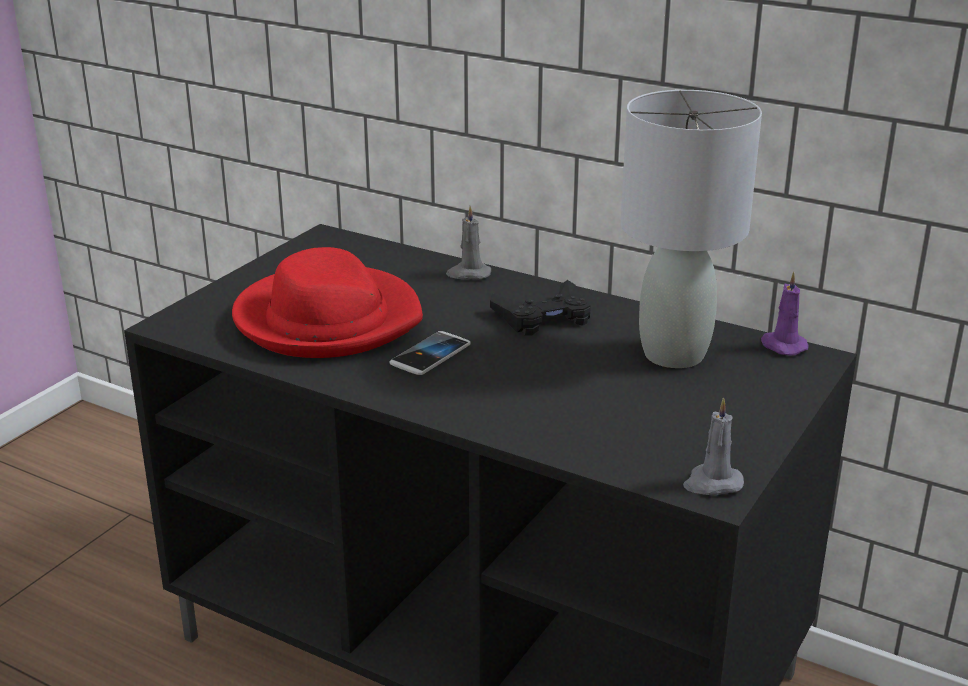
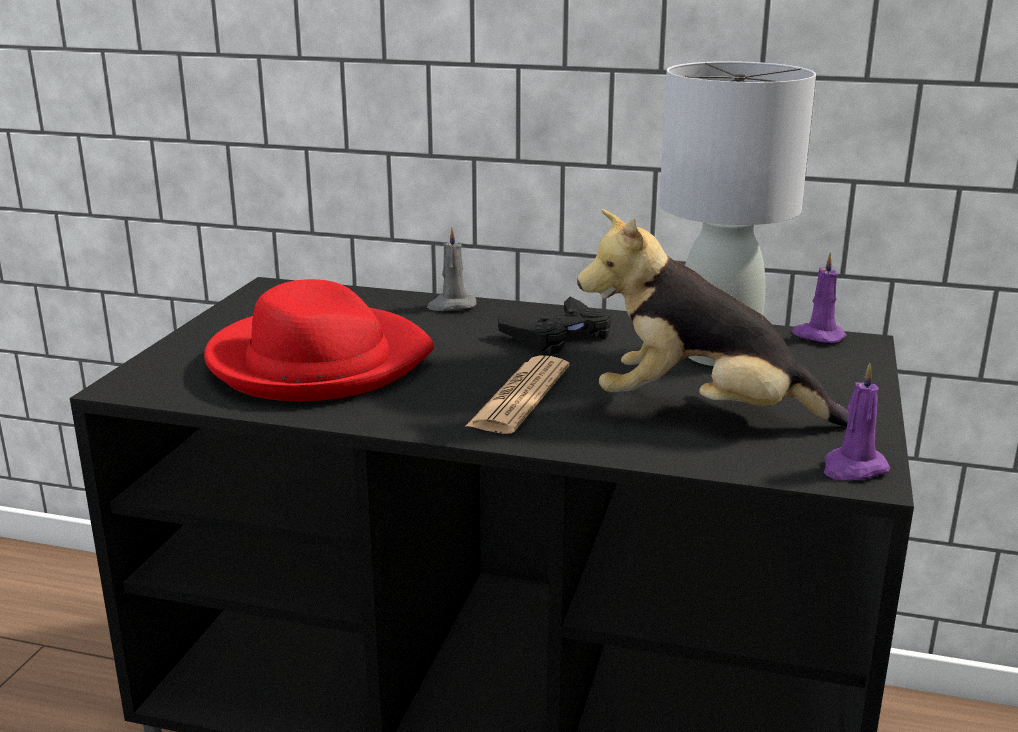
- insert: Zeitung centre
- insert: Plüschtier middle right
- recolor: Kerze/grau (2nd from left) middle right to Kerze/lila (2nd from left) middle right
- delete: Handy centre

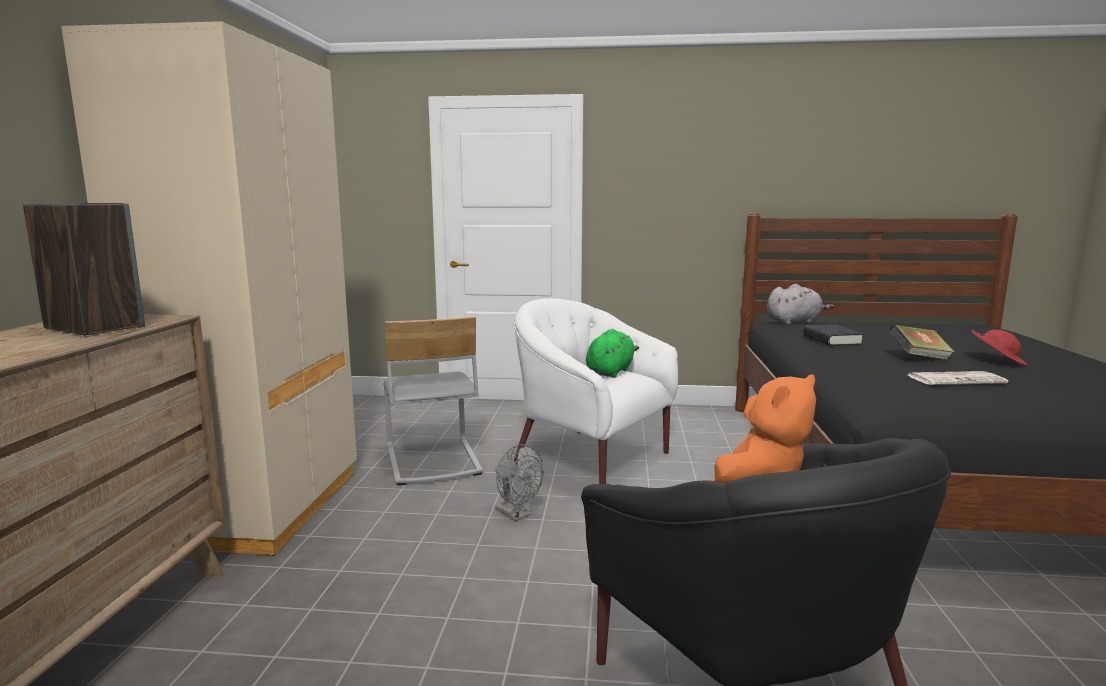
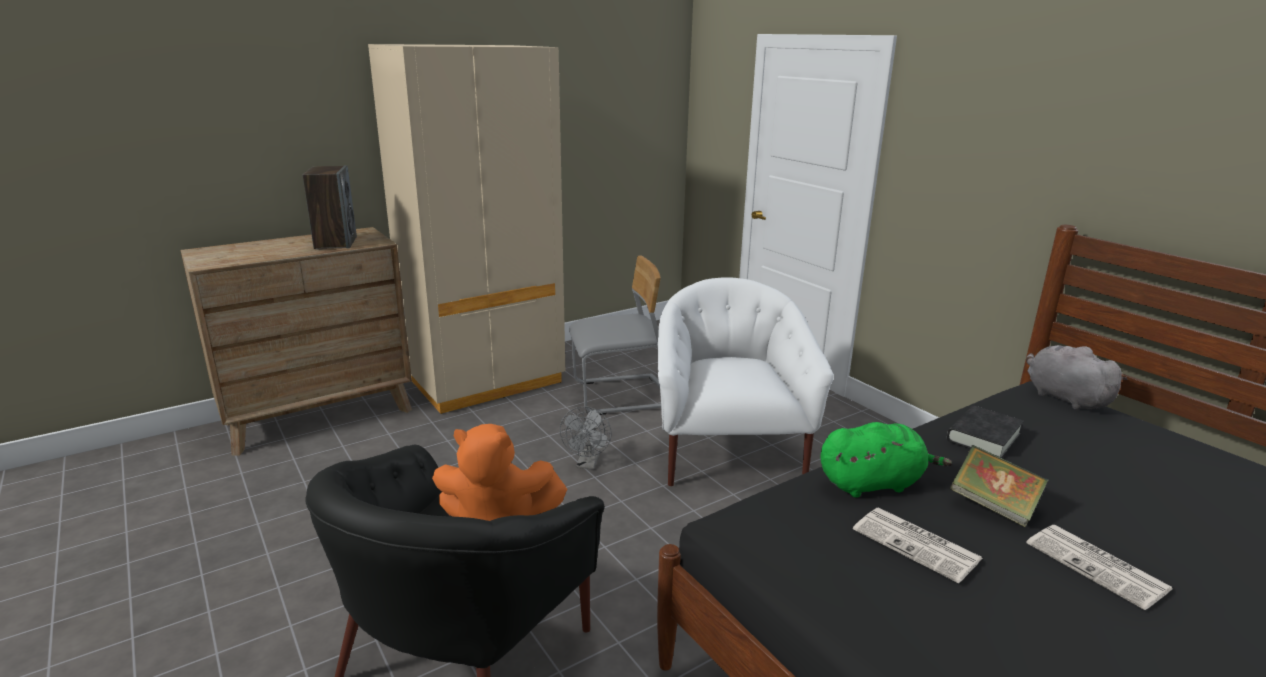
- rotate: Stuhl/grau centre = centre 135 degrees counterclockwise
- move: Plüschtier/grün centre to bottom right
- rotate: Plüschtier/grau middle right = middle right 150 degrees counterclockwise
- replace: Hut/rot middle right to Zeitung (2nd from left) bottom right

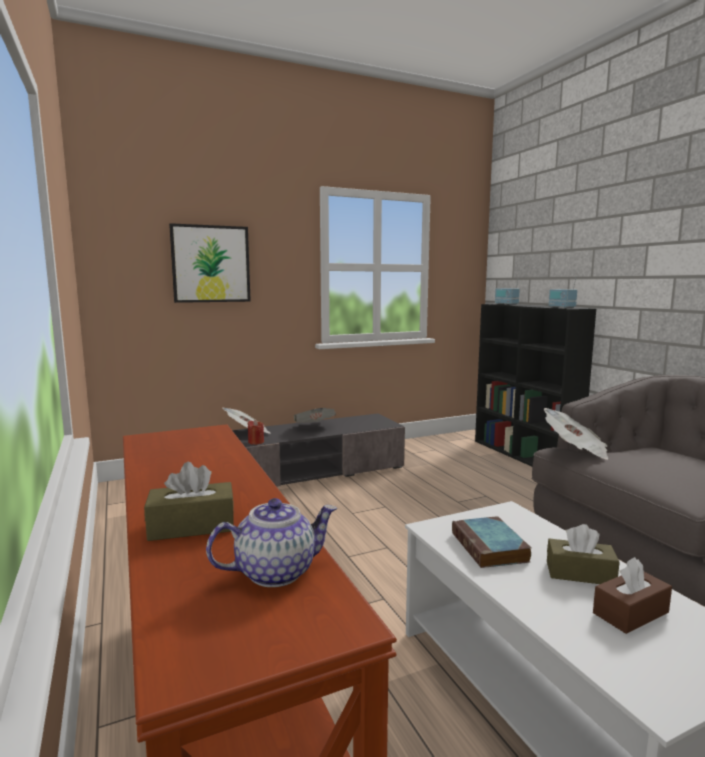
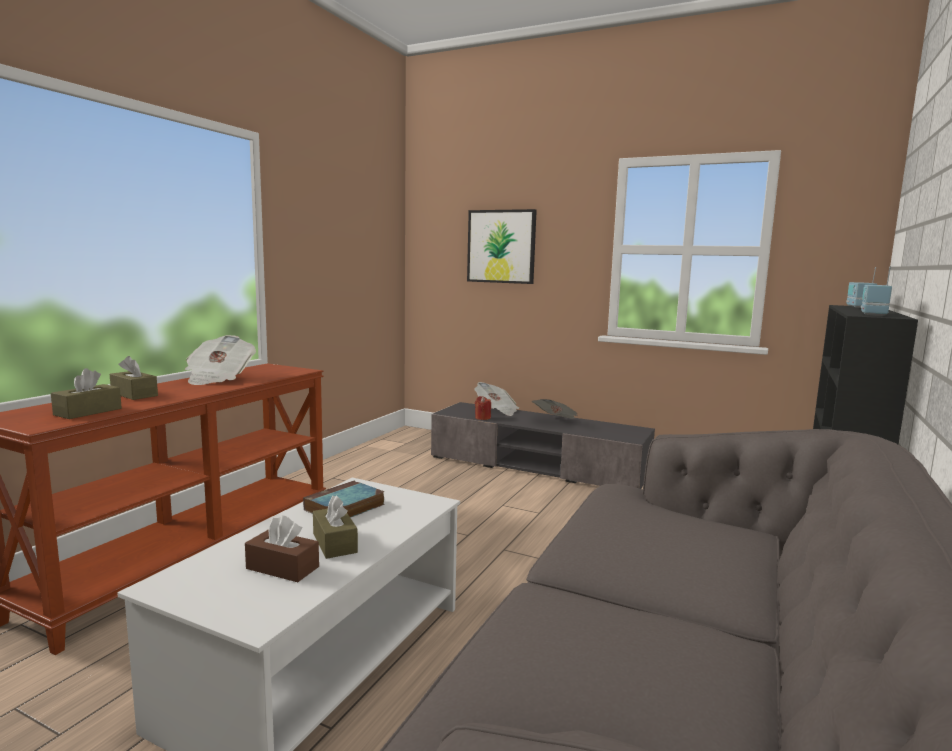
- replace: Teekanne bottom centre to Taschentuchbox/braun (1st from left) middle left
- move: Zeitung (3rd from left in the first image) middle right to Zeitung (1st from left) middle left

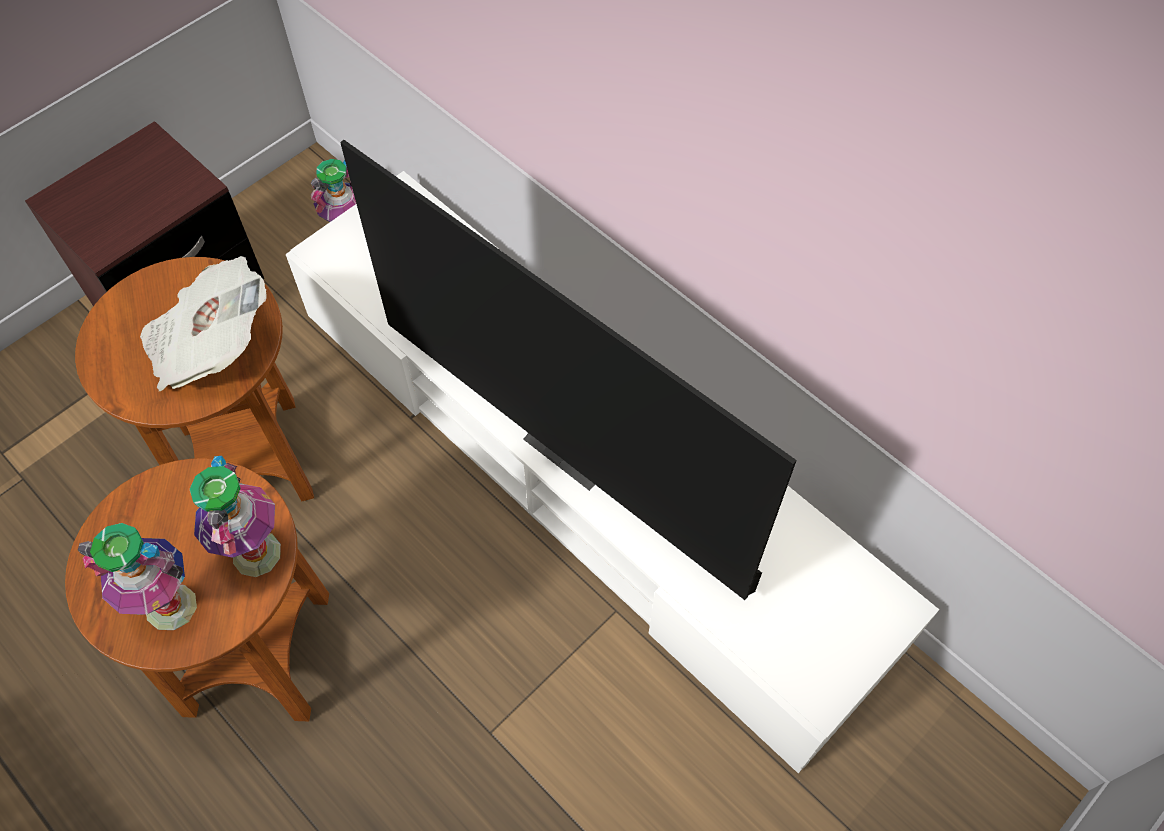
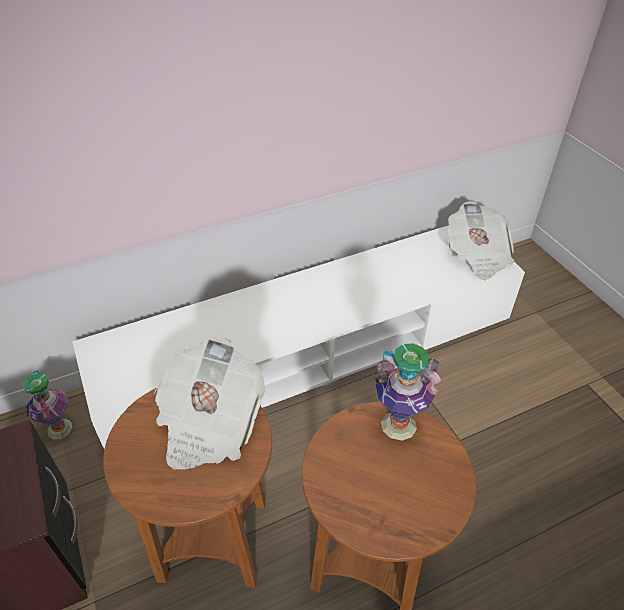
- insert: Zeitung (2nd from left) middle right
- delete: Vase (1st from left) bottom left
- delete: Fernseher centre

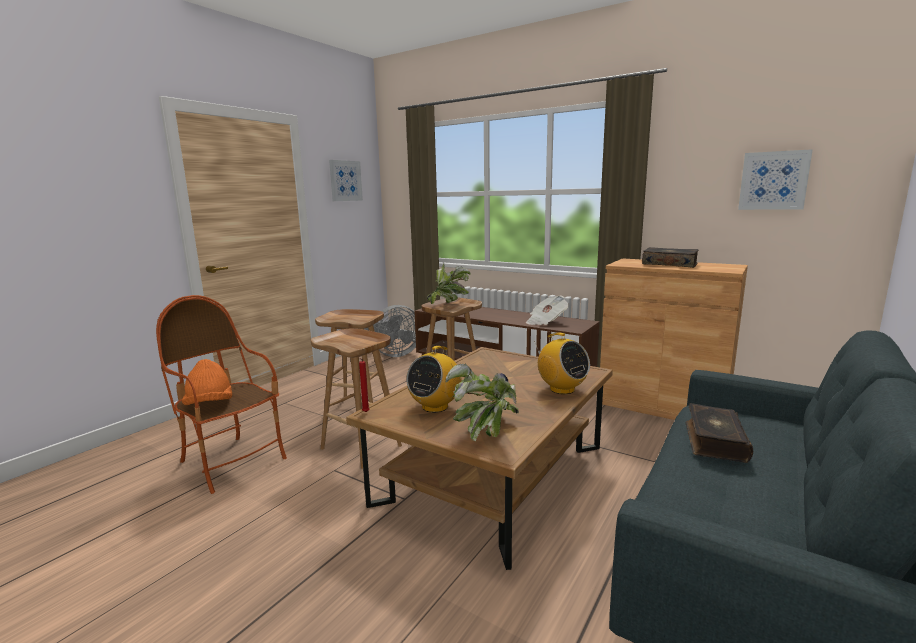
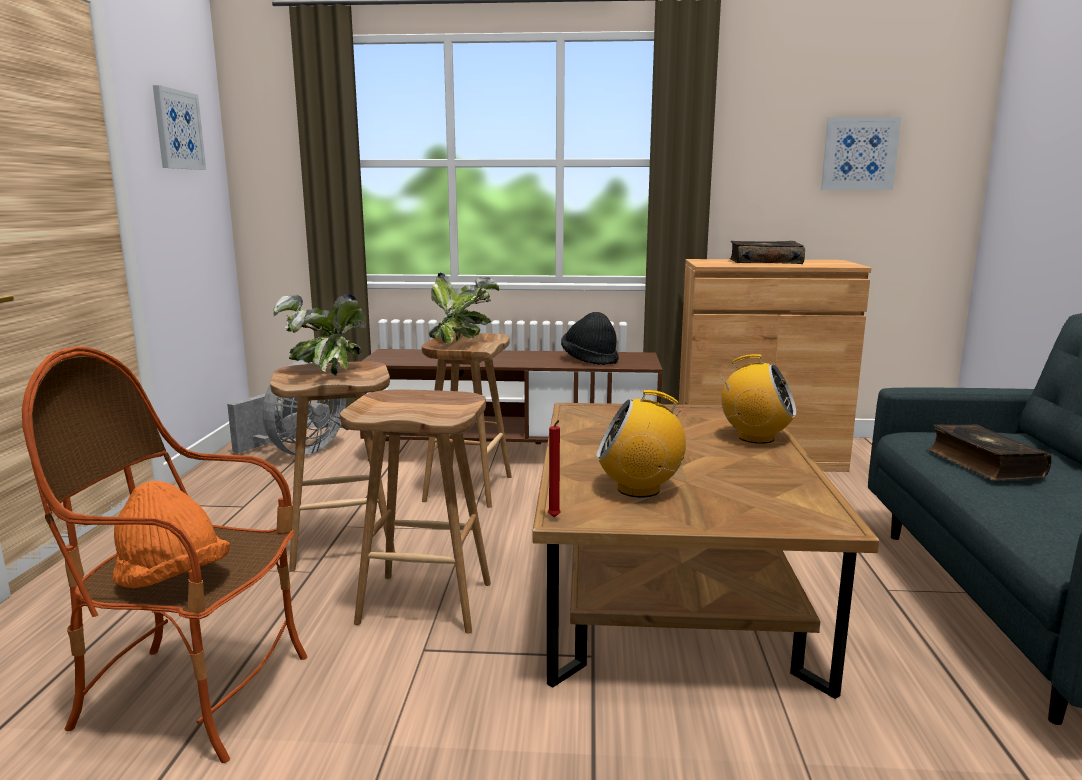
- move: Topfpflanze (2nd from left in the first image) centre to Topfpflanze (1st from left) middle left
- replace: Zeitung centre to Hut/schwarz centre
- rotate: Radio (1st from left) centre = centre 90 degrees clockwise

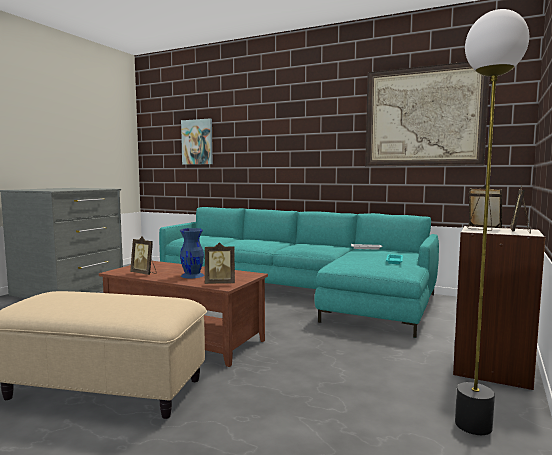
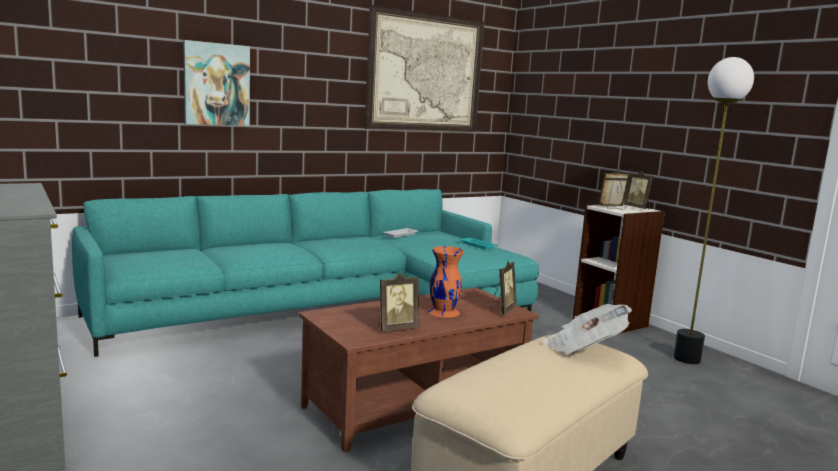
- move: Bild (1st from left) top centre to top left
- recolor: Vase/blau centre to Vase/orange centre
- insert: Zeitung bottom right

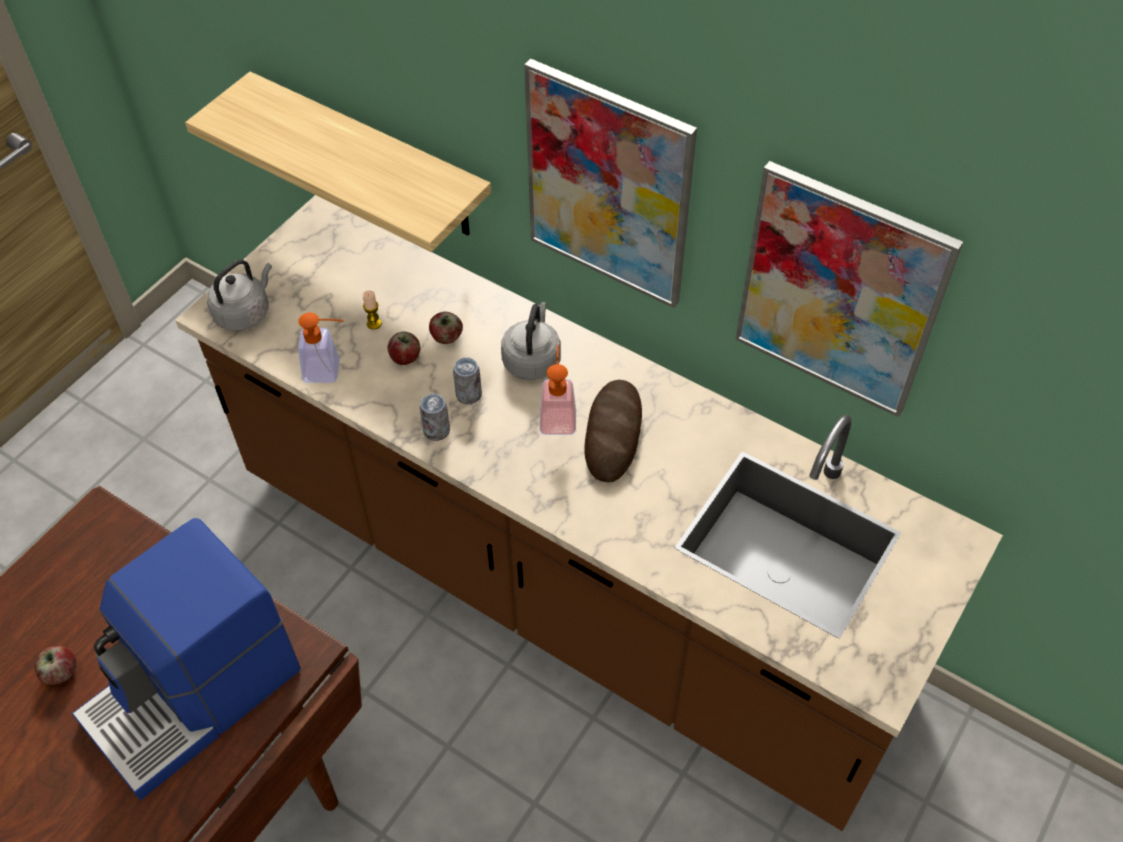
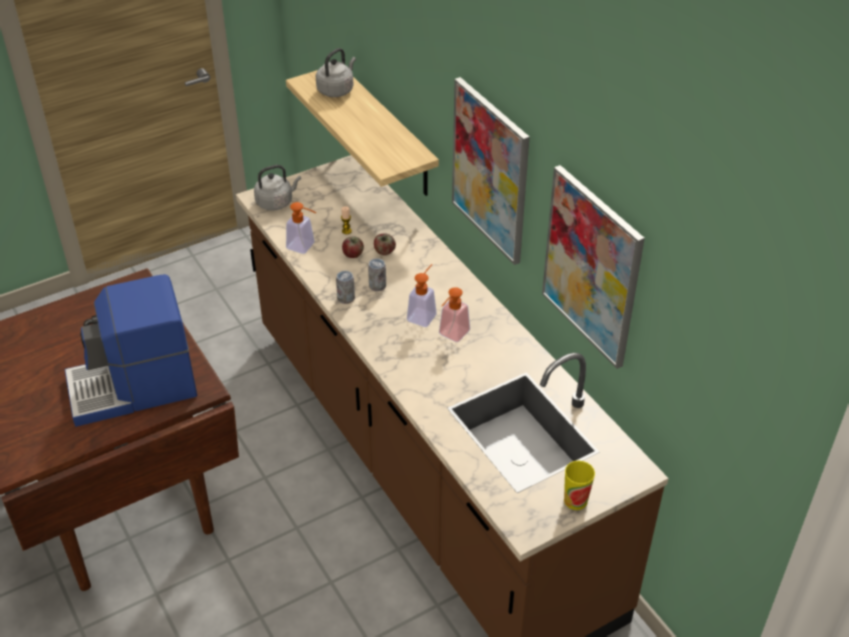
- move: Wasserkessel/grau (2nd from left) centre to top centre
- replace: Brot centre to Seifenspender (3rd from left) centre
- insert: Tasse bottom right
- delete: Apfel (1st from left) bottom left

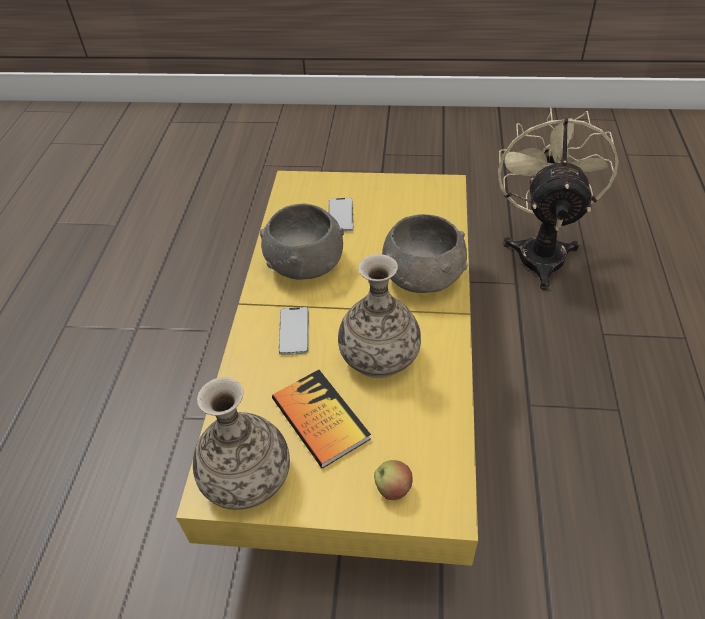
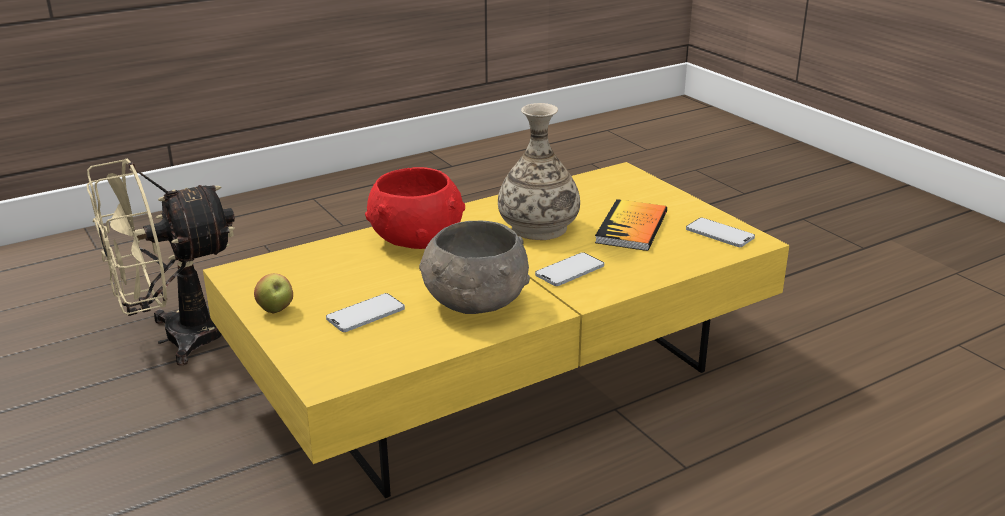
- move: Apfel bottom centre to middle left
- recolor: Schüssel/grau (2nd from left) centre to Schüssel/rot centre
- replace: Vase (1st from left) bottom centre to Handy (3rd from left) middle right

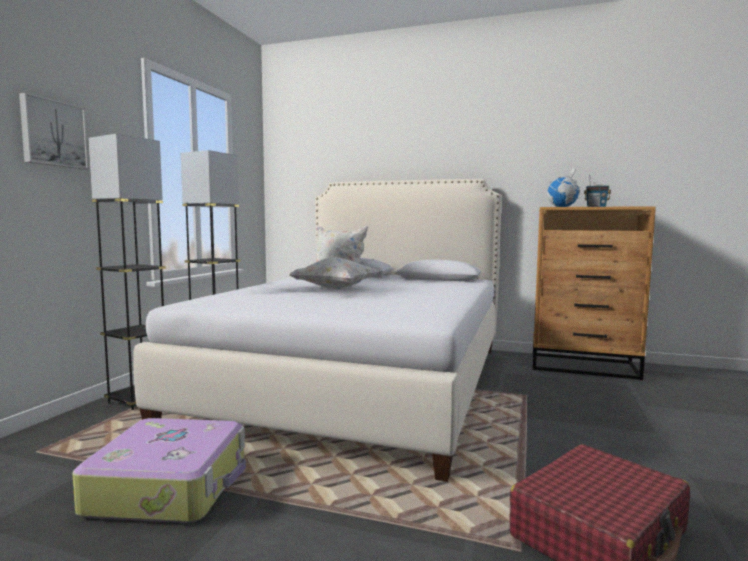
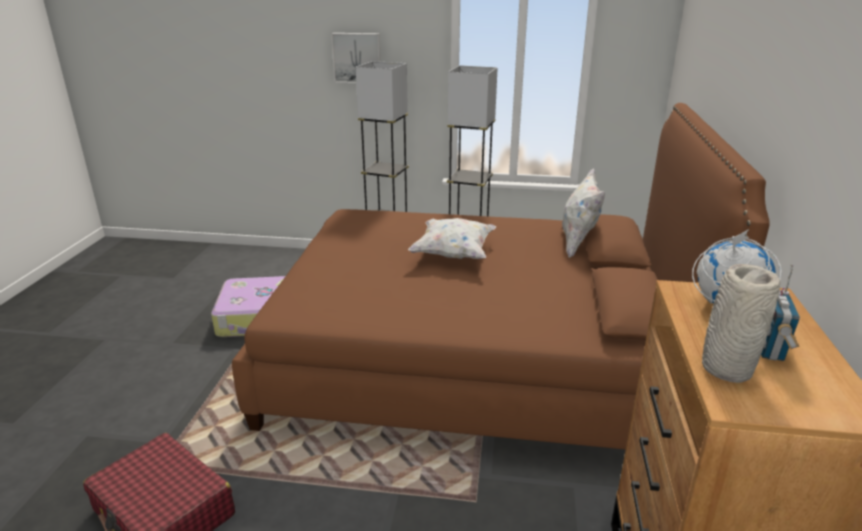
- recolor: Bett/weiß centre to Bett/braun centre
- insert: Vase/grau middle right

